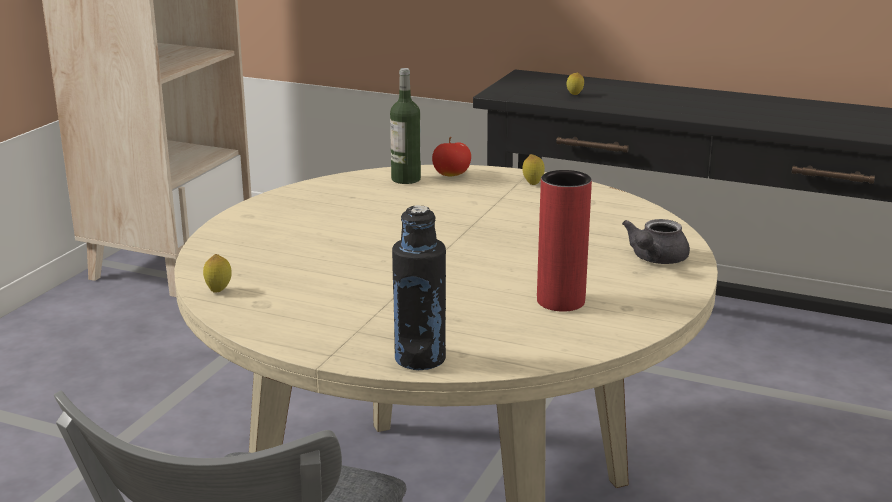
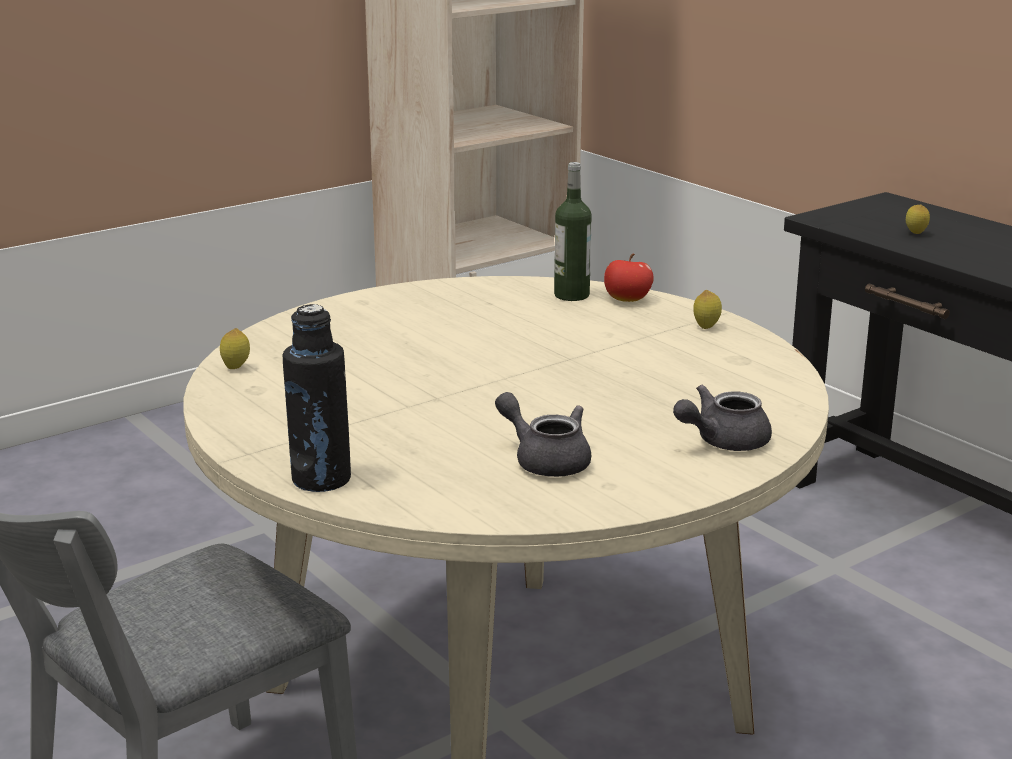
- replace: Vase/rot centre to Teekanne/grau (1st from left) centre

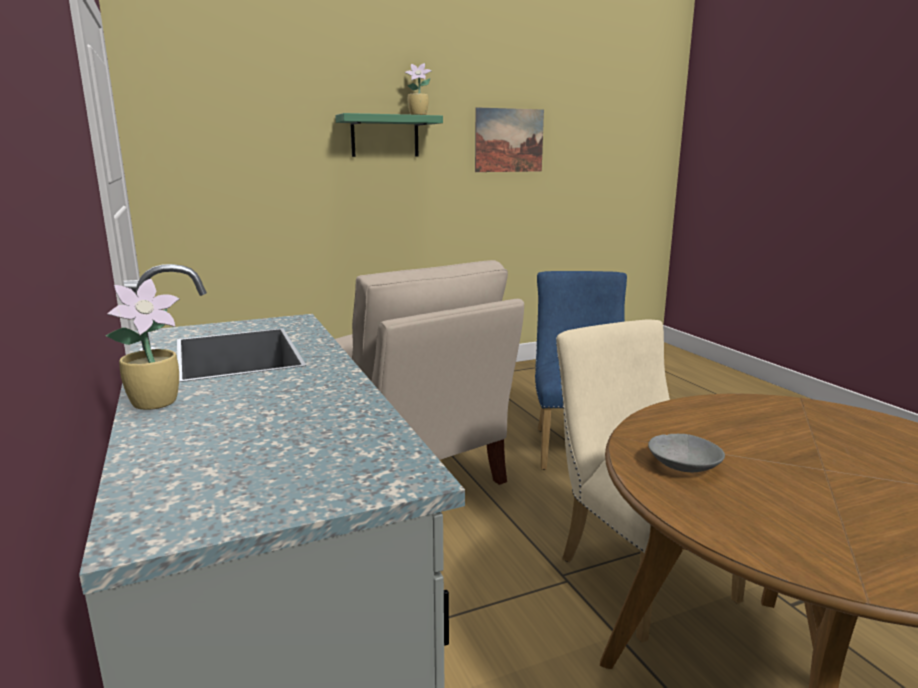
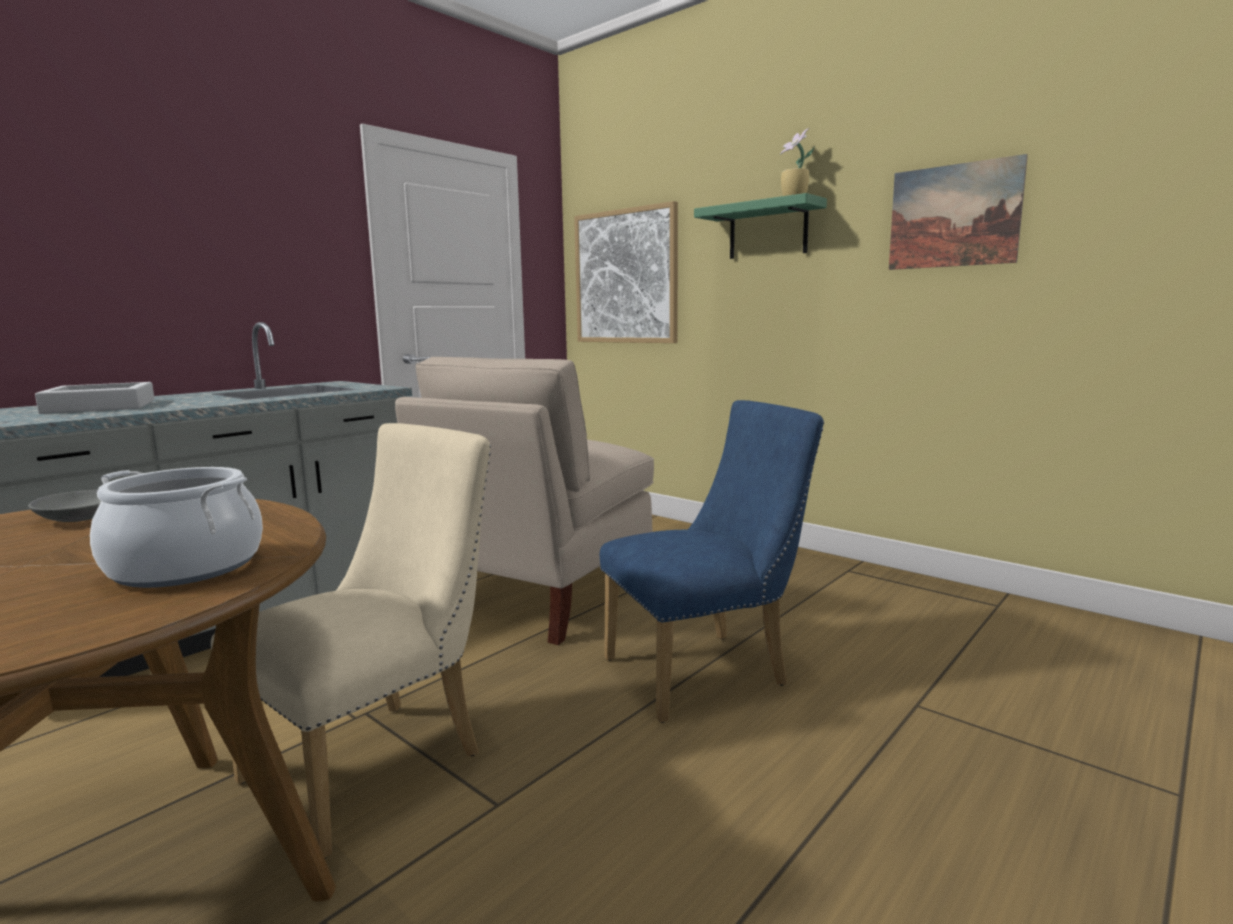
- insert: Tablett/grau middle left
- insert: Kochtopf middle left
- insert: Bild (1st from left) top centre
- delete: Topfpflanze (1st from left) middle left

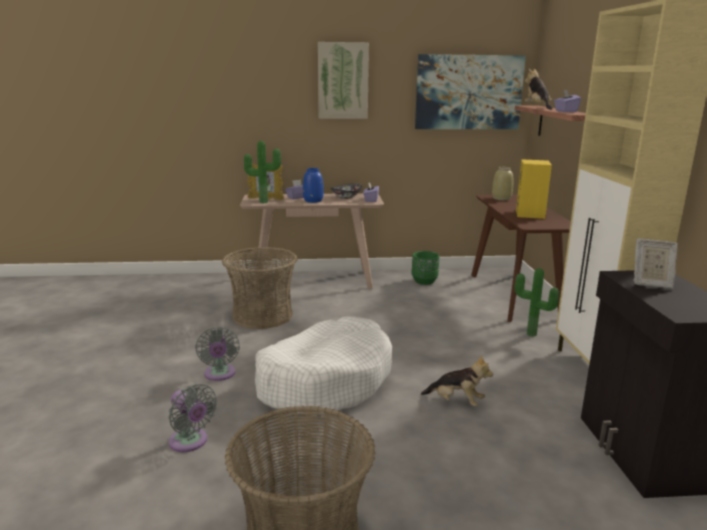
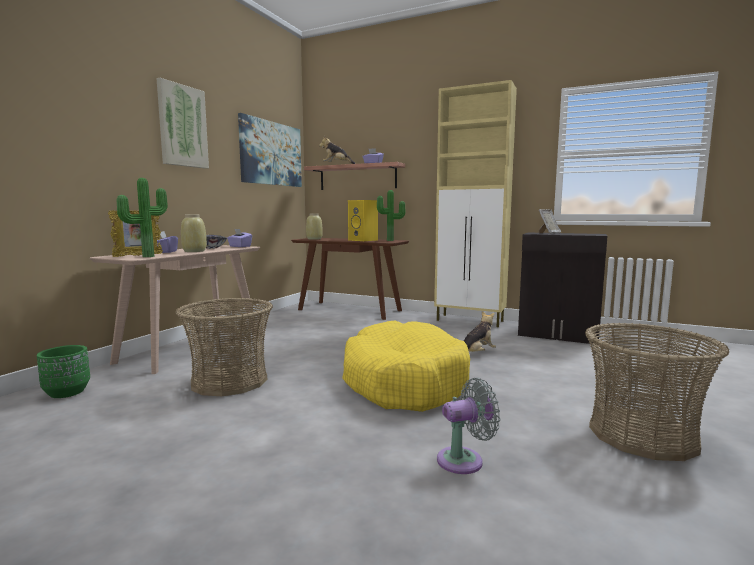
- move: Pflanzkübel/grün centre to middle left
- recolor: Vase/blau centre to Vase/beige (1st from left) middle left
- recolor: Hundebett/weiß bottom centre to Hundebett/gelb centre
- move: Topfpflanze (2nd from left) middle right to centre
- delete: Ventilator/grau (2nd from left) bottom left

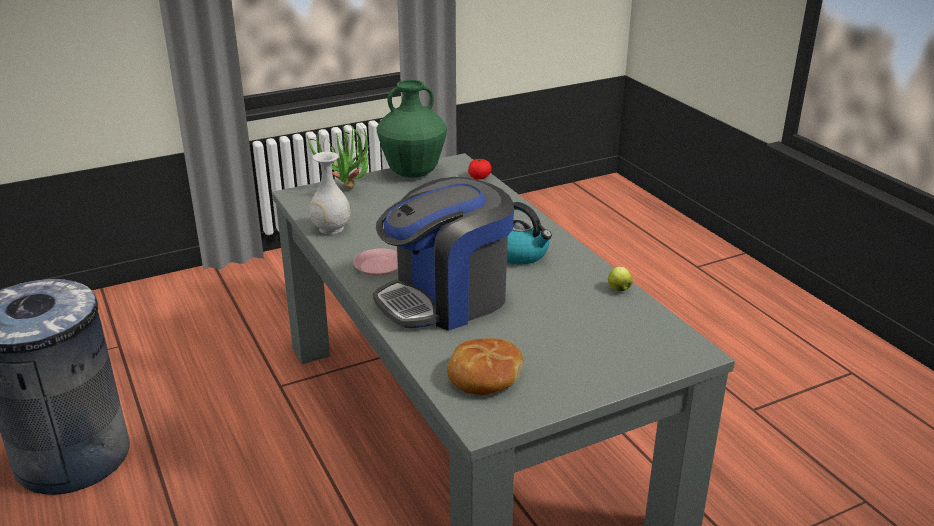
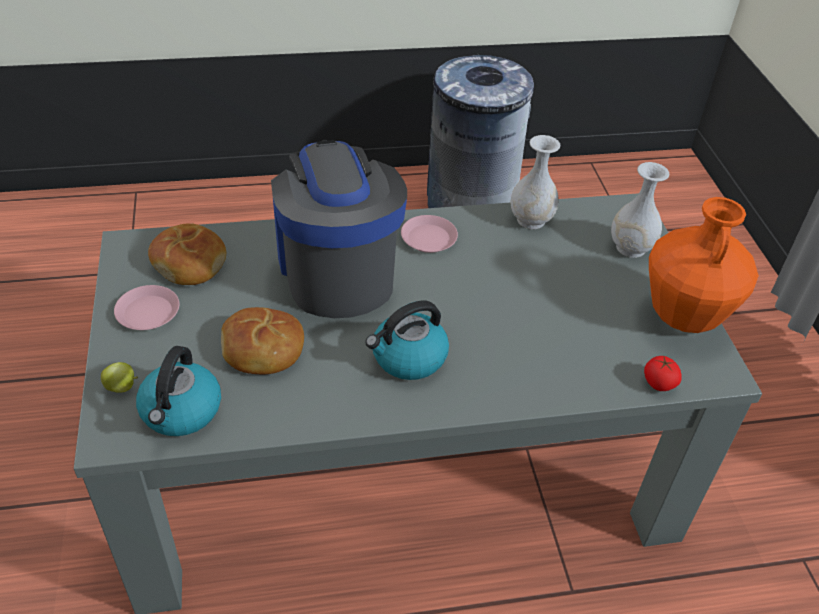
- move: Apfel centre to middle left
- insert: Teller/rosa (1st from left) middle left
- insert: Wasserkessel (1st from left) middle left
- insert: Brot (2nd from left) middle left
- replace: Topfpflanze top centre to Vase/weiß (2nd from left) middle right
- recolor: Vase/grün top centre to Vase/orange middle right

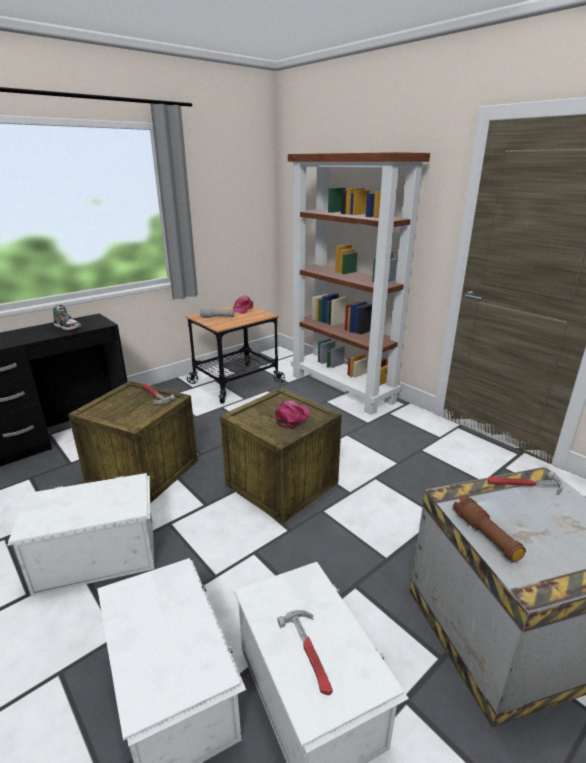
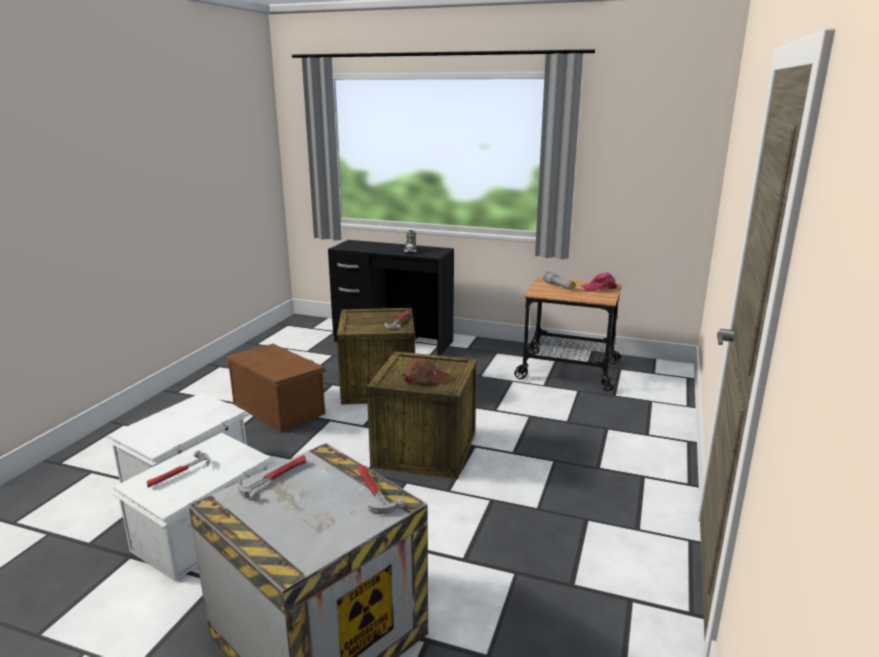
- recolor: Aufbewahrungsbox/weiß (1st from left) bottom left to Aufbewahrungsbox/braun middle left
- replace: Taschenlampe/braun bottom right to Hammer (2nd from left) bottom left
- recolor: Kappe/rosa (2nd from left) centre to Kappe/braun centre
- delete: Bücherregal/braun centre

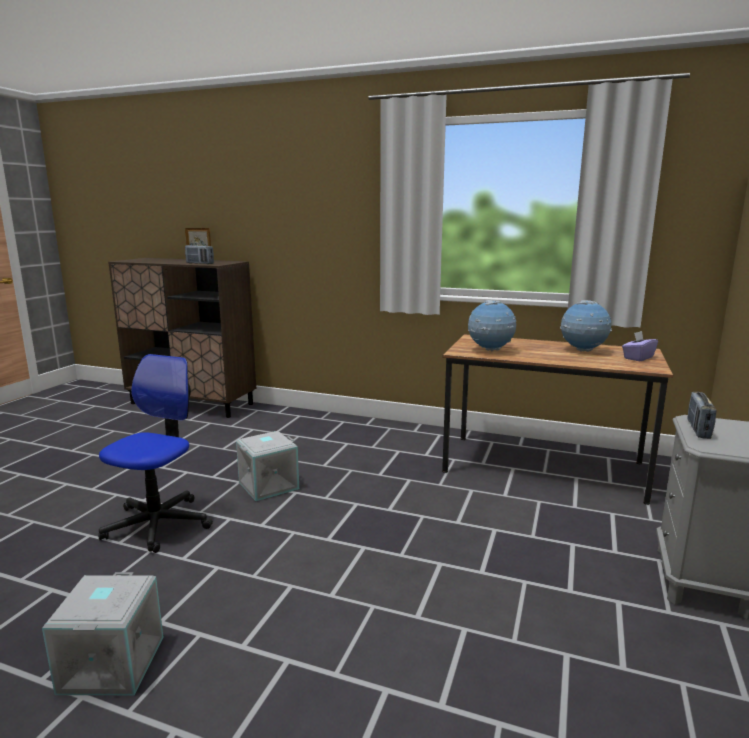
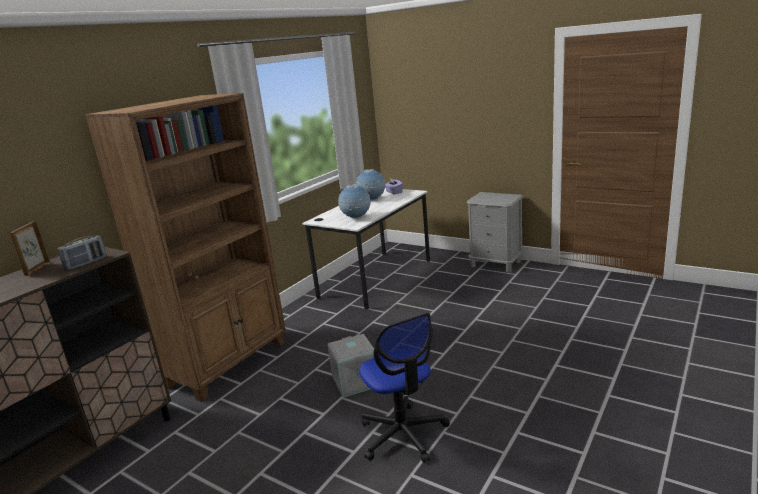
- insert: Bücherregal/braun middle left
- recolor: Schreibtisch/braun middle right to Schreibtisch/weiß centre
- rotate: Bürostuhl middle left = bottom centre 150 degrees counterclockwise
- delete: Aufbewahrungsbox/grau (1st from left) bottom left
- delete: Radio (2nd from left) middle right

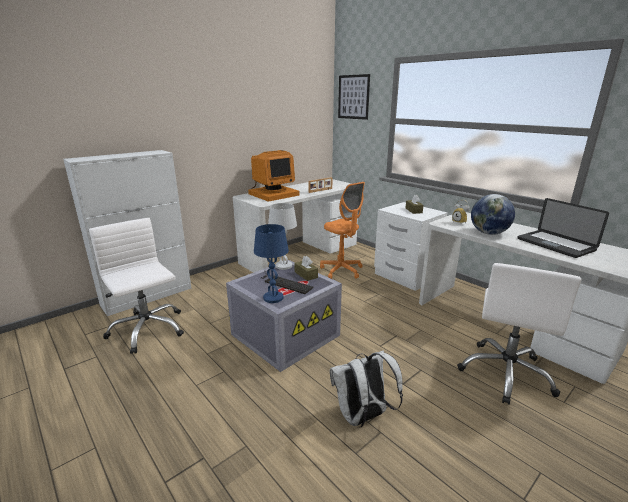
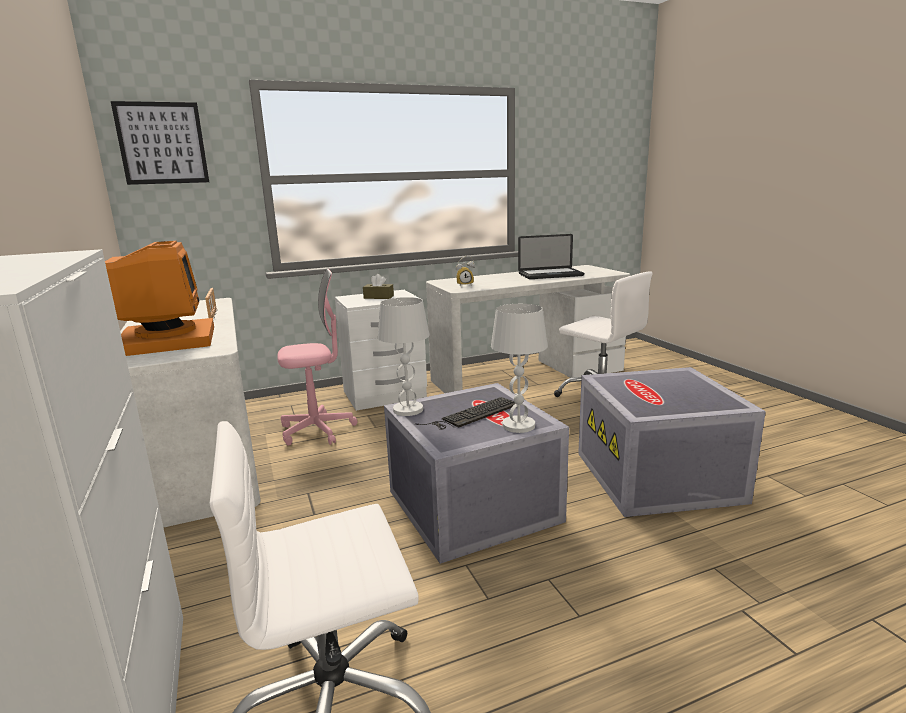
- recolor: Bürostuhl/orange centre to Bürostuhl/rosa centre
- recolor: Tischlampe/blau centre to Tischlampe/weiß (2nd from left) centre
- replace: Rucksack/weiß bottom centre to Aufbewahrungsbox/grau (2nd from left) middle right
- delete: Taschentuchbox/braun (1st from left) centre
- delete: Globus middle right

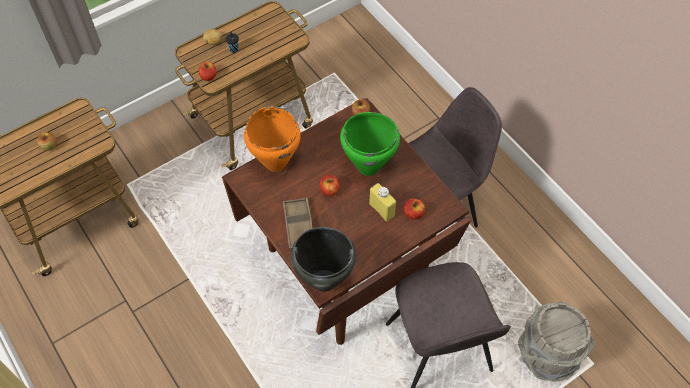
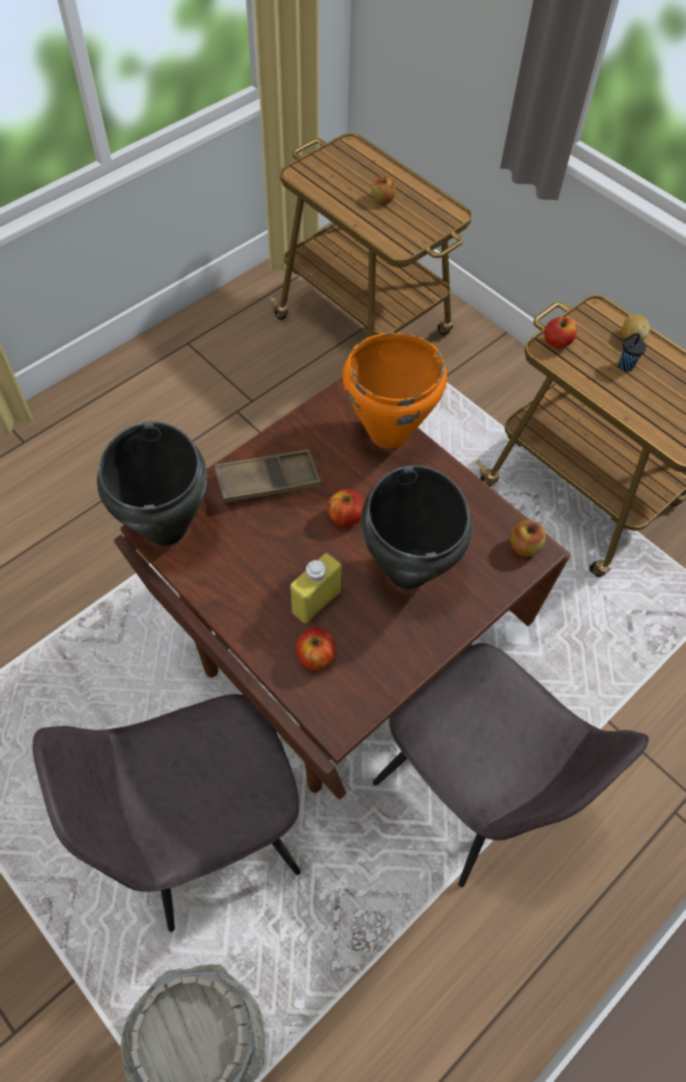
- recolor: Kochtopf/grün centre to Kochtopf/schwarz (2nd from left) centre

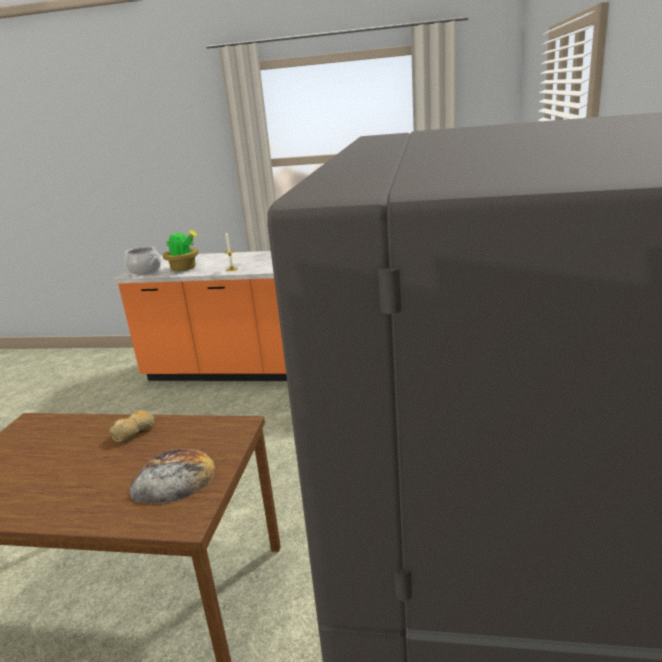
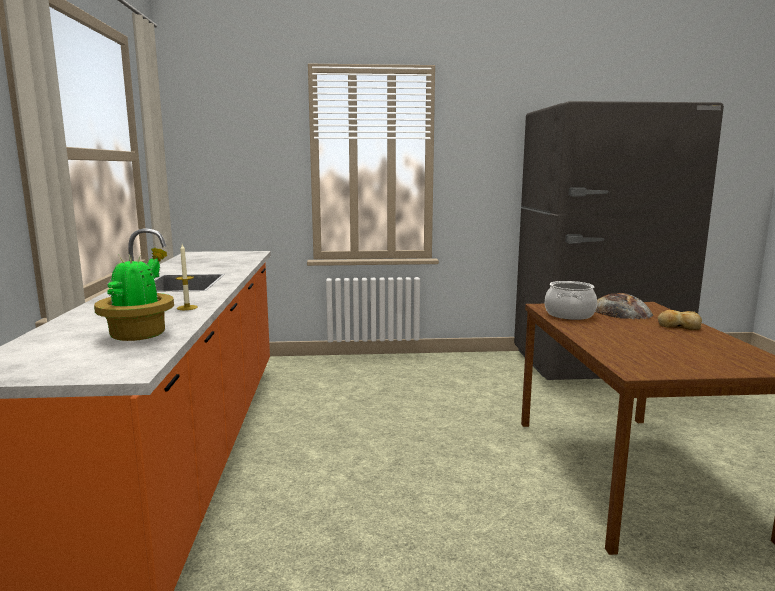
- move: Kochtopf middle left to middle right
- move: Brot (1st from left in the first image) middle left to Brot (2nd from left) middle right

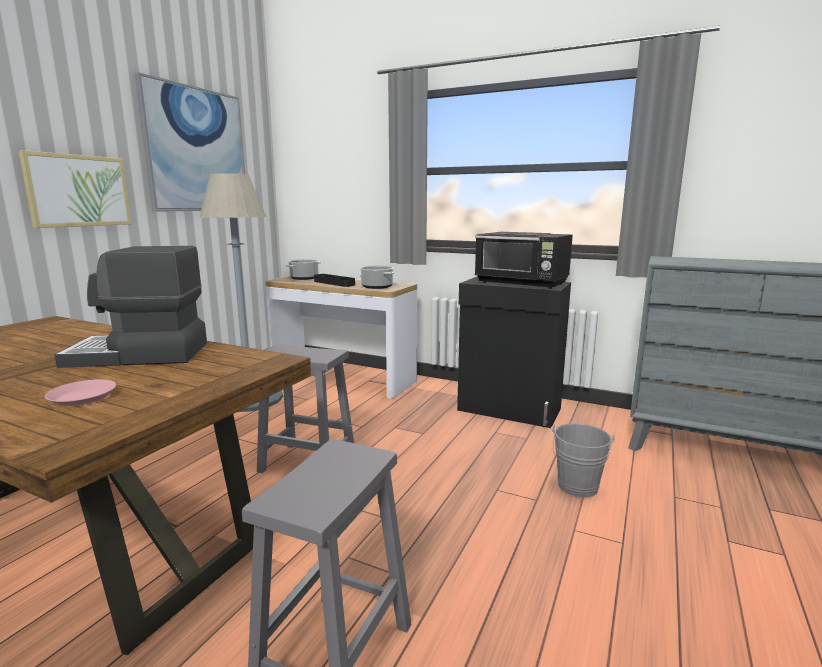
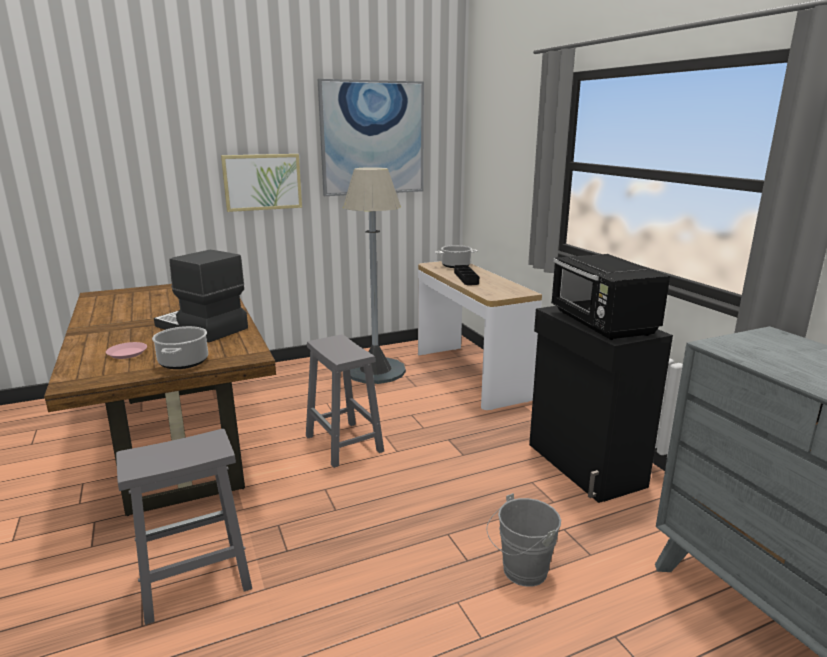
- move: Kochtopf (2nd from left in the first image) centre to Kochtopf (1st from left) middle left

